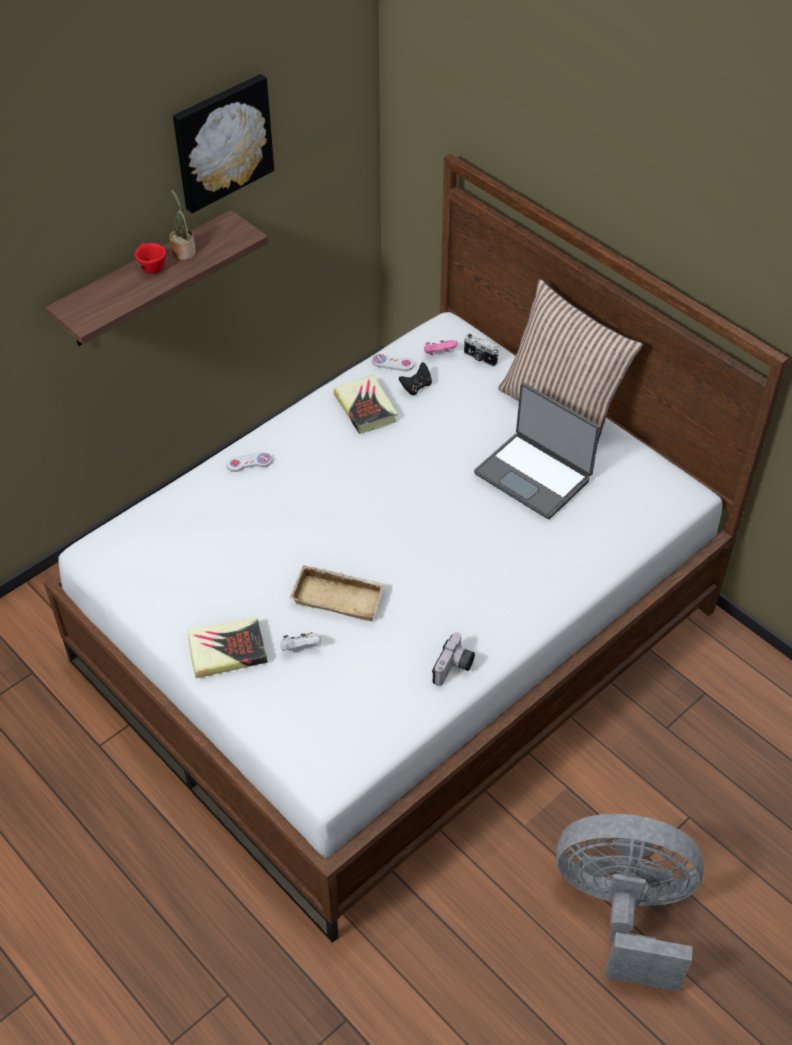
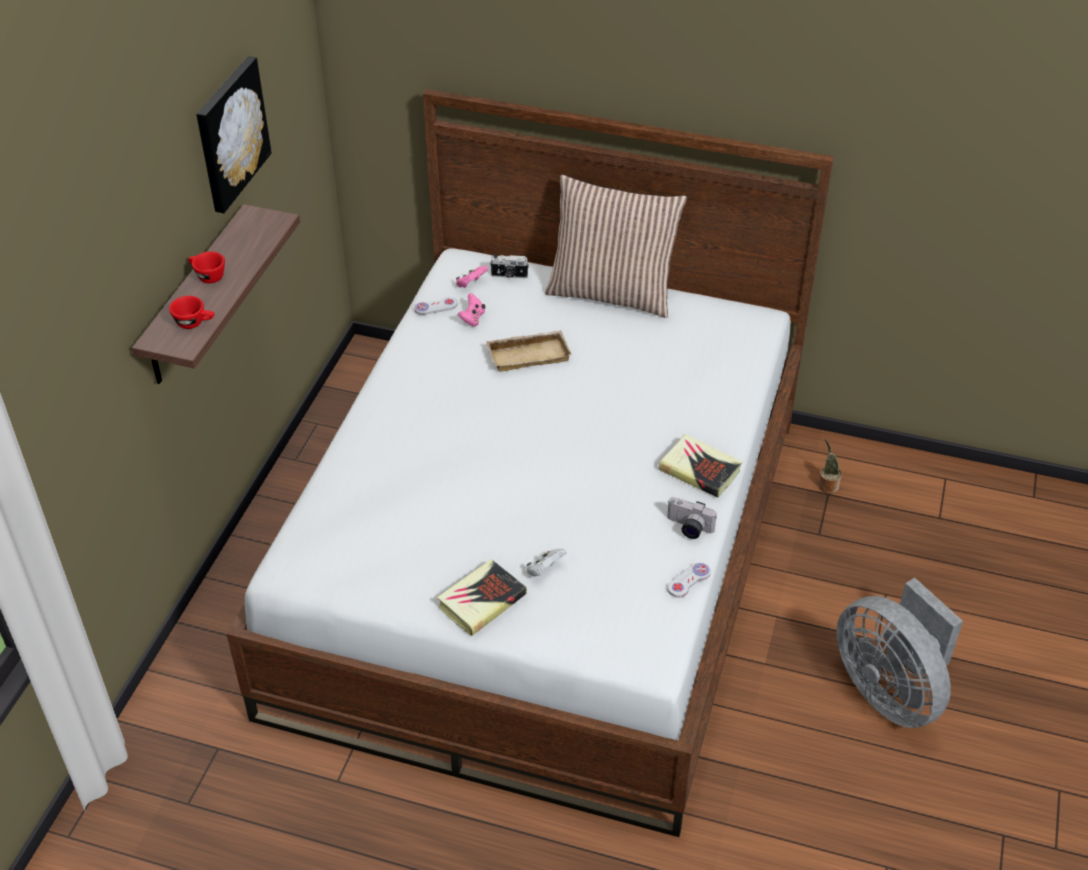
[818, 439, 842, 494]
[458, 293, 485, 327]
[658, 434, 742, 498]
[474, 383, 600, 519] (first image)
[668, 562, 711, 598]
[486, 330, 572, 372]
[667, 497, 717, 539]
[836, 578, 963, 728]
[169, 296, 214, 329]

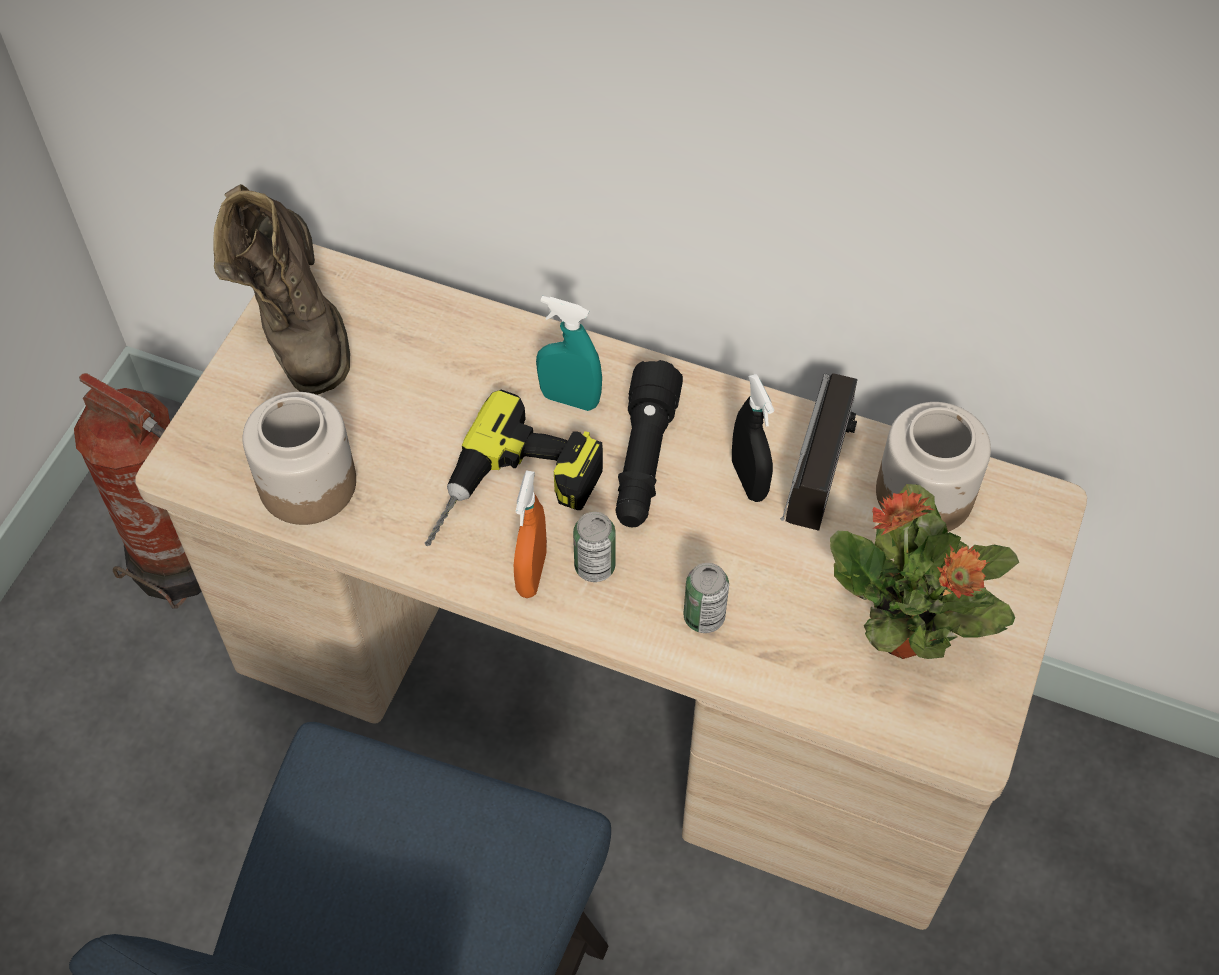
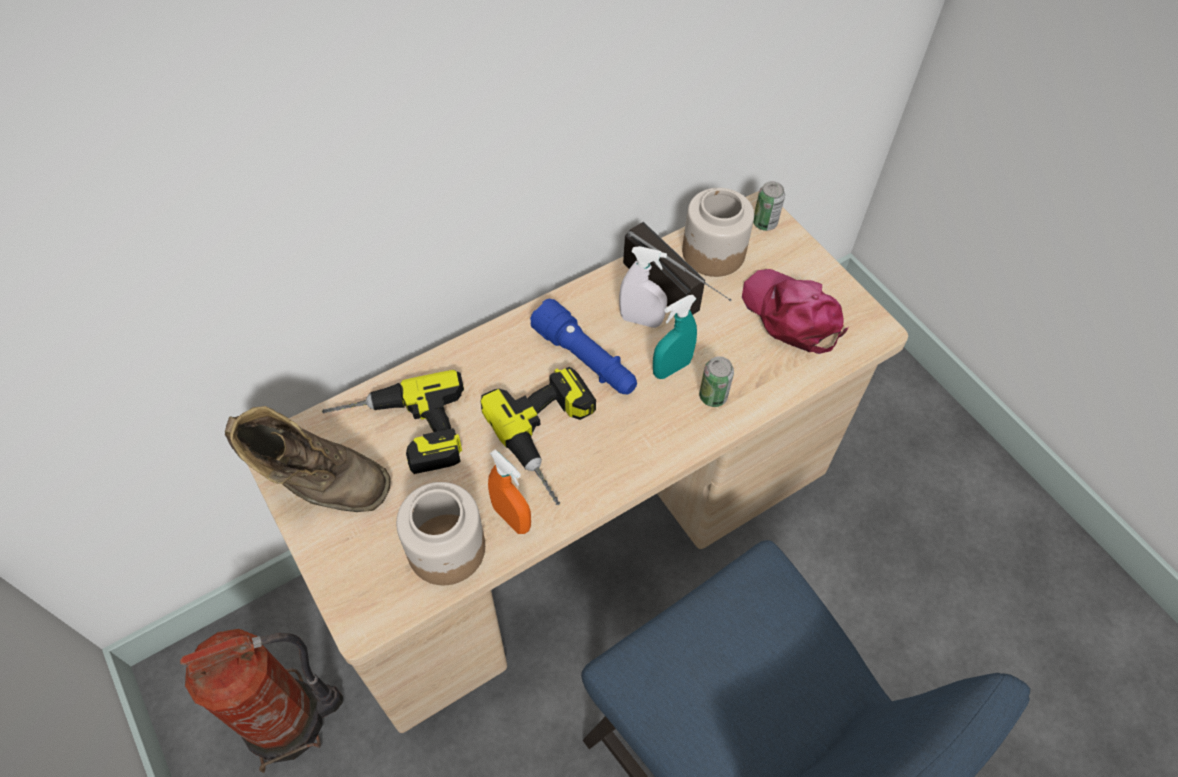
[653, 295, 697, 379]
[530, 299, 637, 394]
[619, 246, 667, 328]
[488, 450, 531, 534]
[742, 269, 849, 354]
[753, 181, 785, 231]
[322, 370, 464, 474]

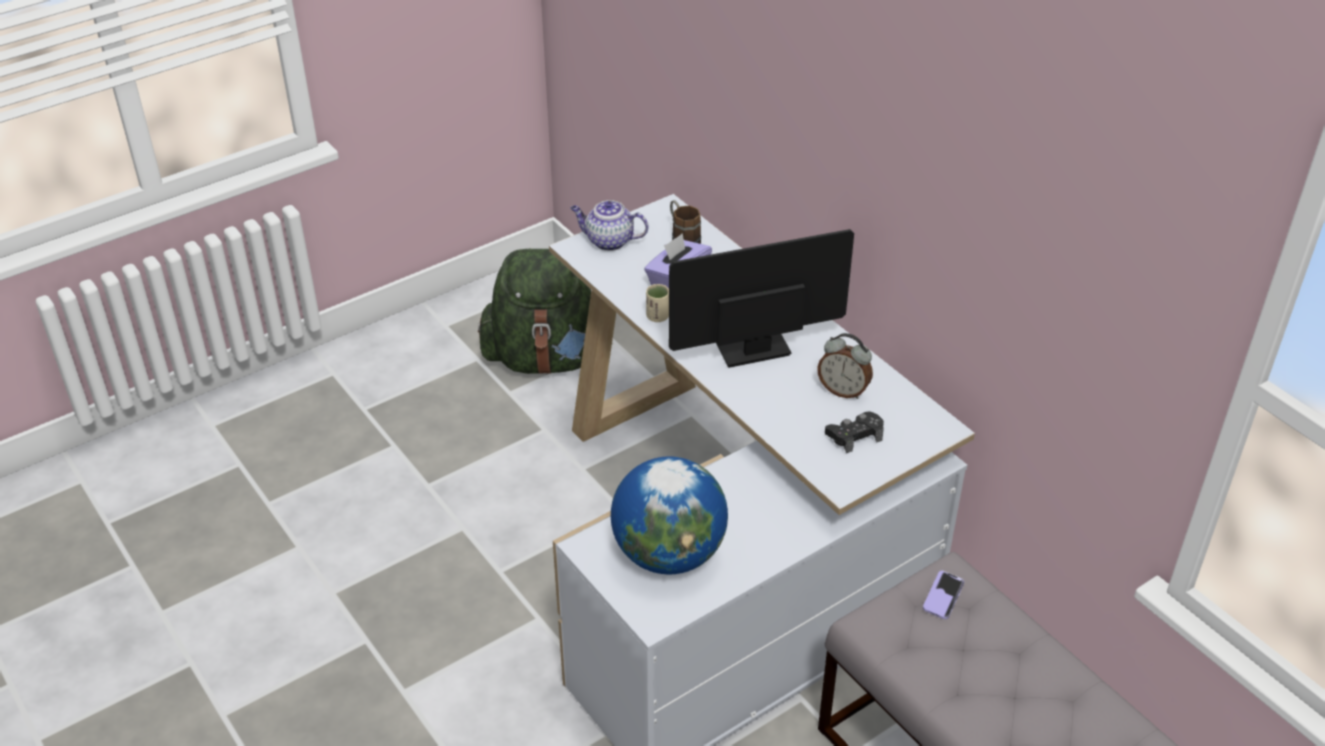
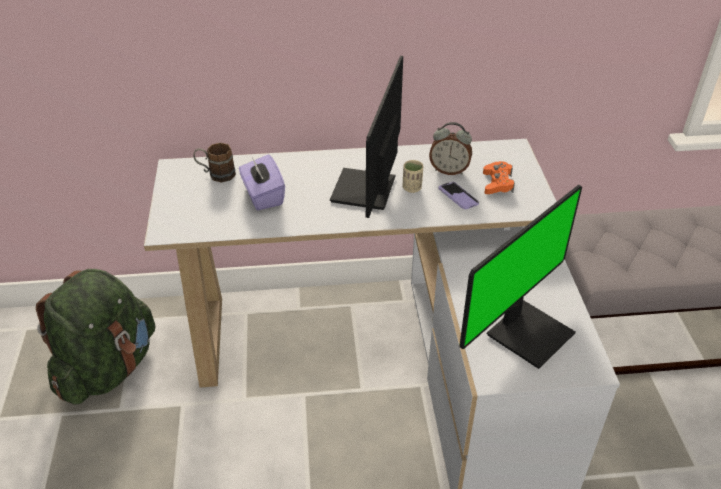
[570, 200, 649, 251] (first image)
[402, 160, 423, 193]
[429, 122, 472, 175]
[483, 161, 515, 194]
[459, 185, 582, 369]
[438, 182, 479, 209]

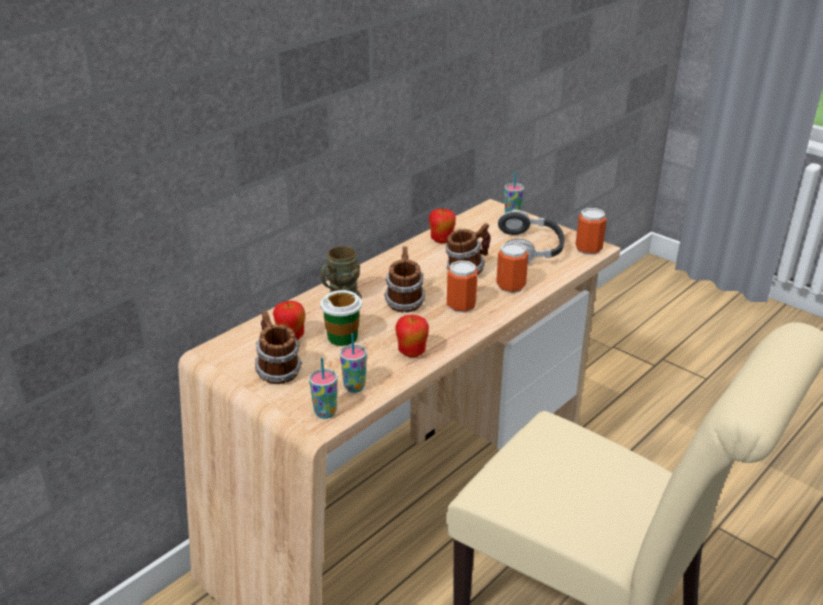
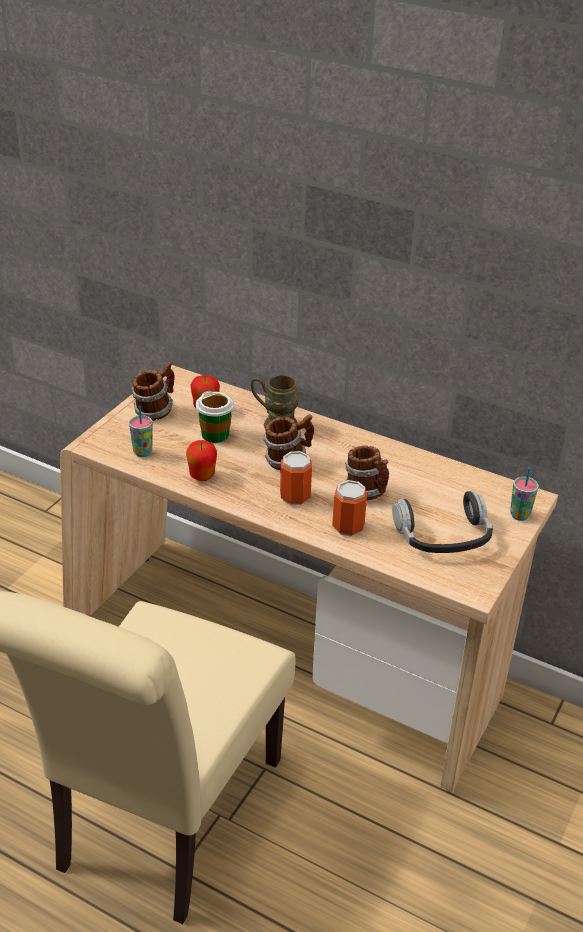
[576, 208, 607, 255] (first image)
[429, 209, 456, 243] (first image)
[309, 358, 337, 419] (first image)

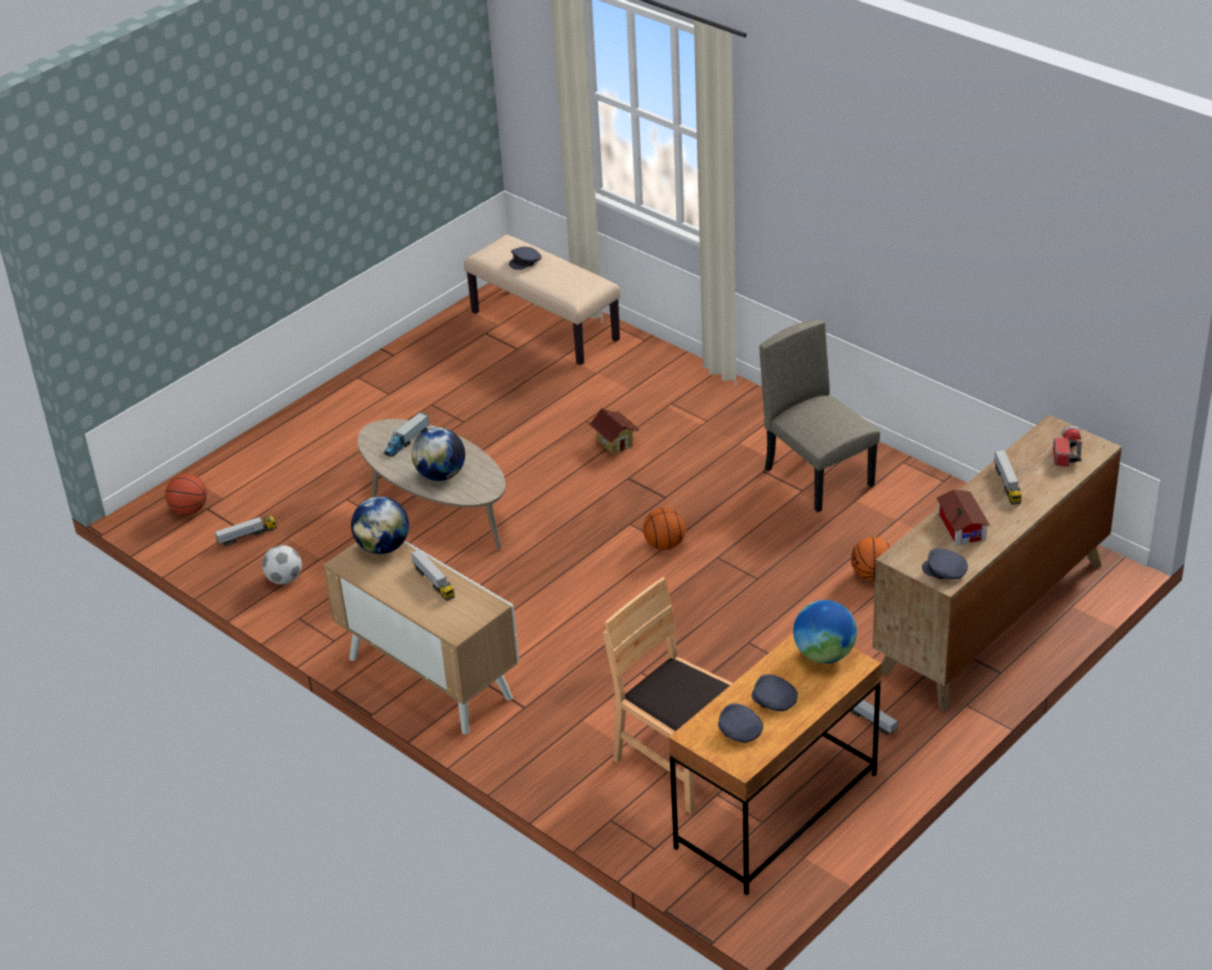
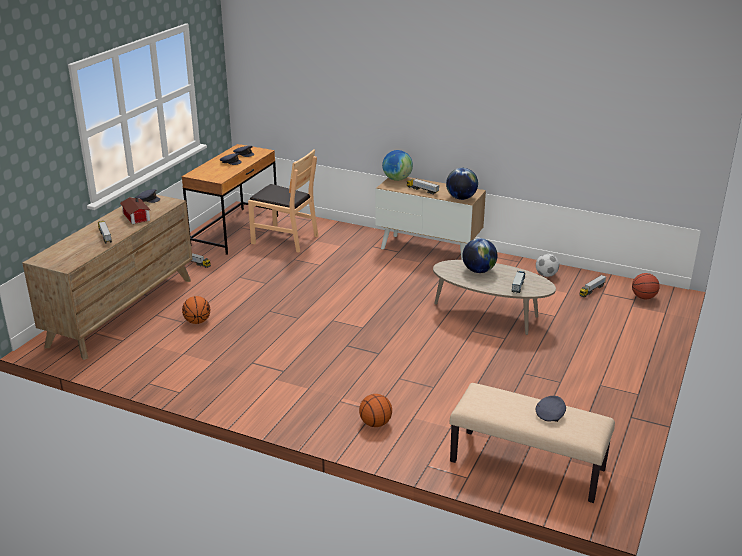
[760, 319, 880, 512] (first image)
[589, 408, 640, 455] (first image)
[1053, 426, 1082, 467] (first image)
[359, 394, 392, 427]
[382, 150, 413, 181]

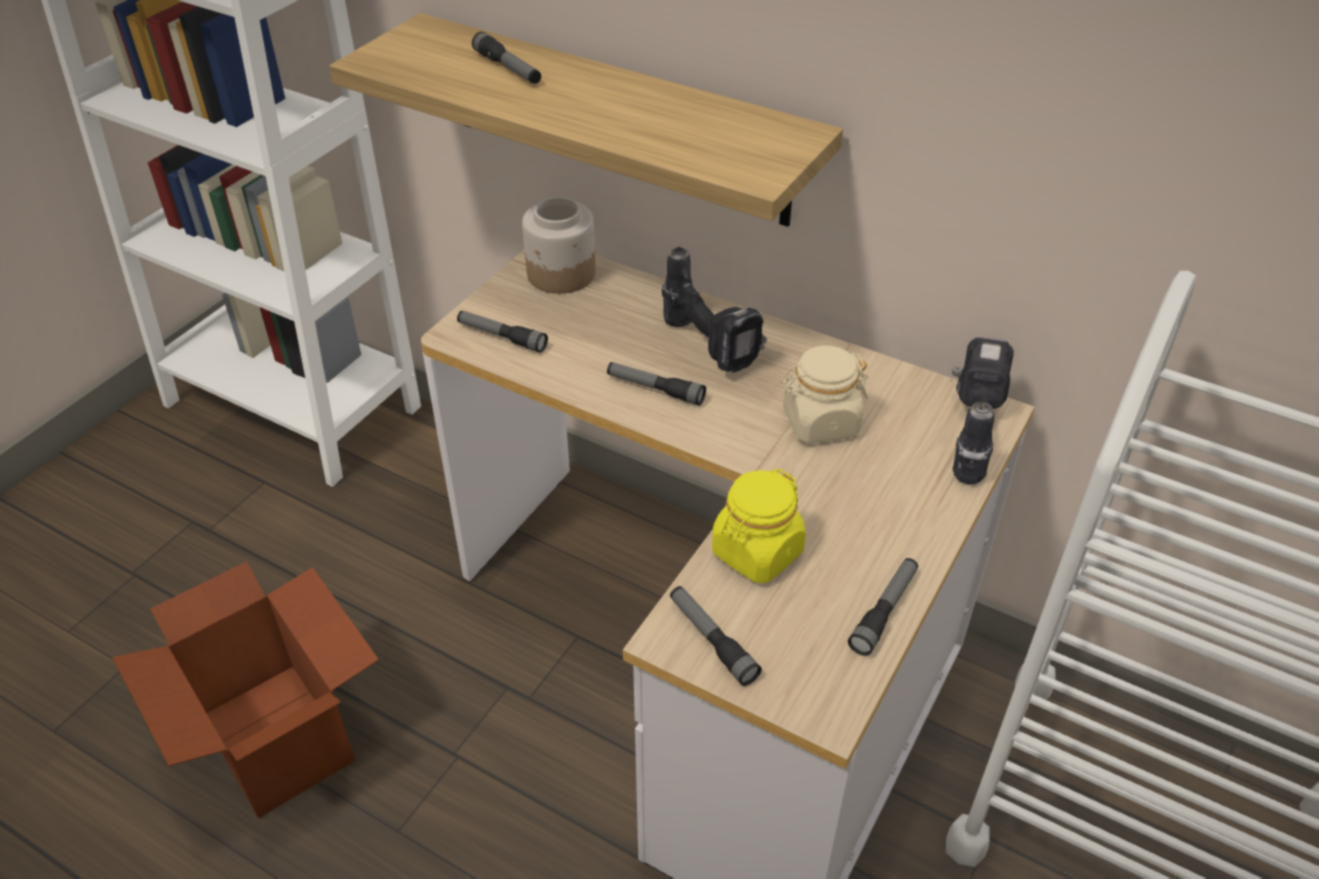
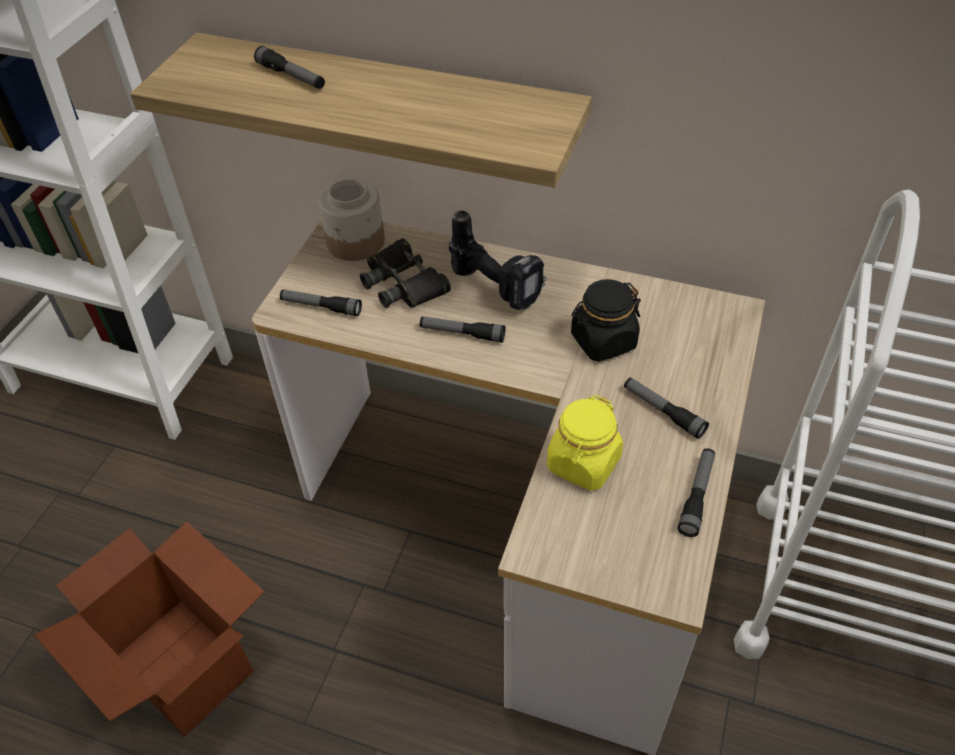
[951, 337, 1014, 484] (first image)
[571, 279, 641, 362]
[624, 378, 709, 439]
[360, 238, 451, 308]

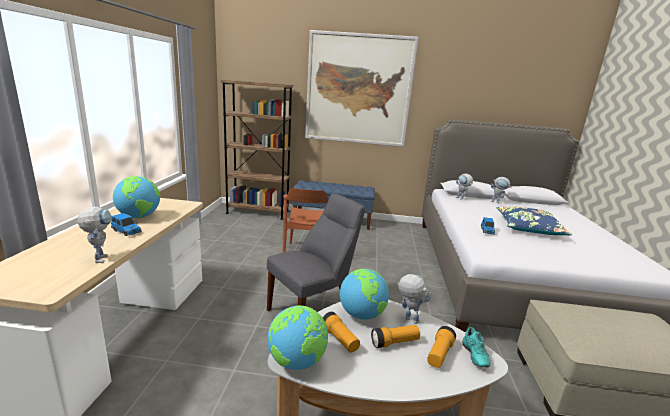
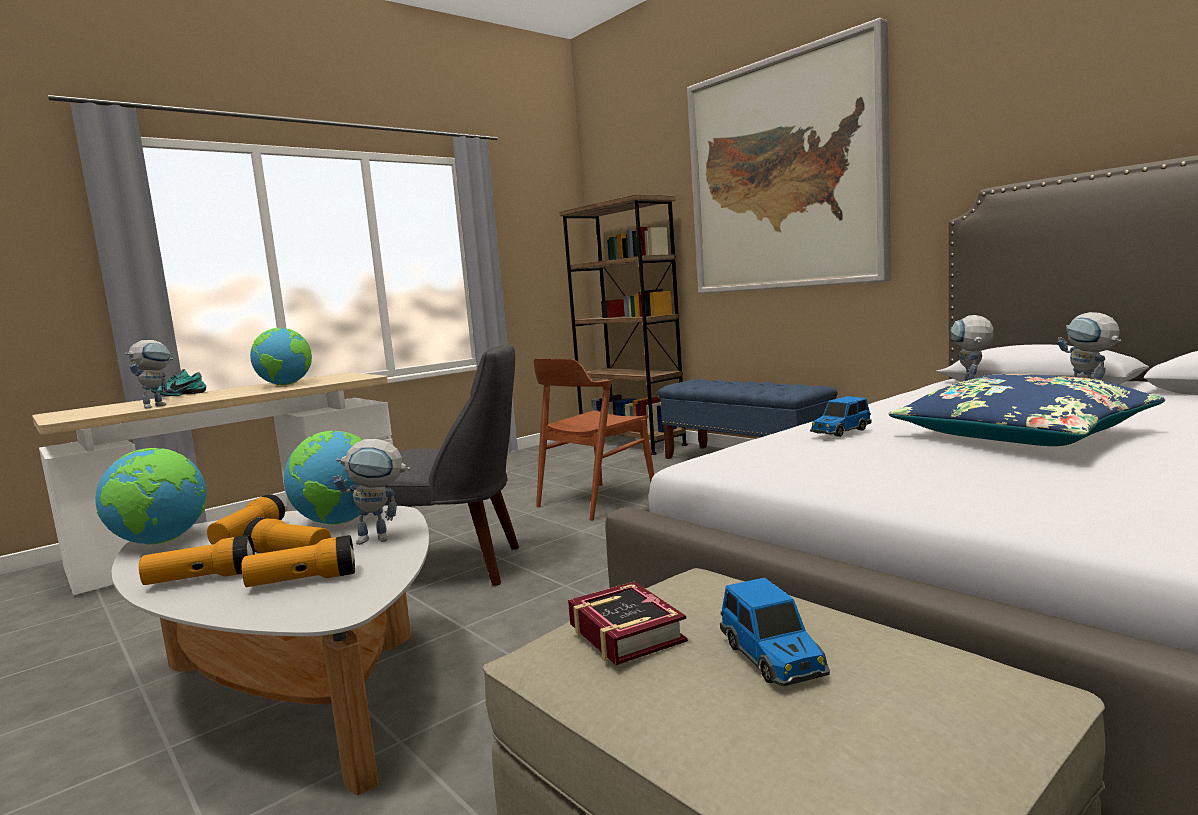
[720, 578, 830, 686]
[334, 439, 410, 545]
[151, 369, 206, 396]
[139, 535, 255, 585]
[568, 582, 688, 665]

